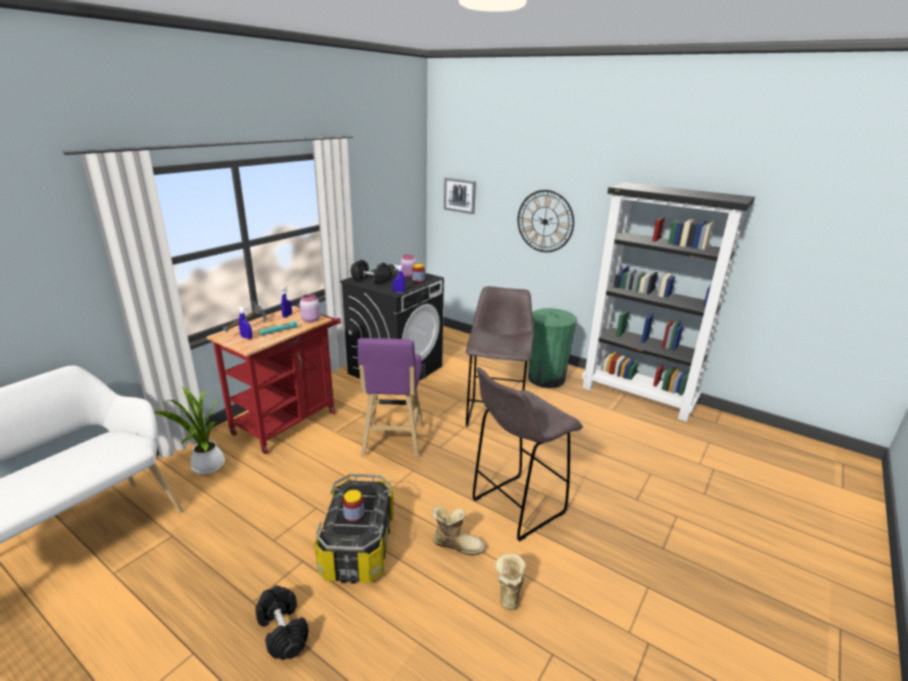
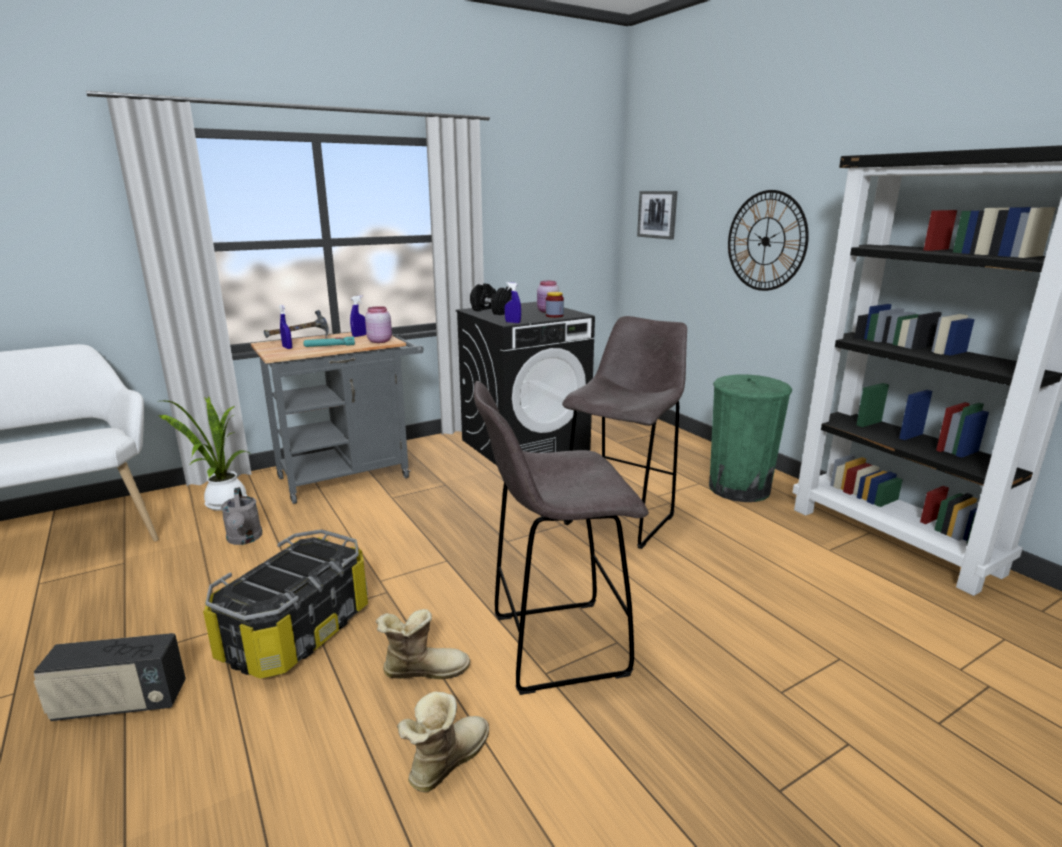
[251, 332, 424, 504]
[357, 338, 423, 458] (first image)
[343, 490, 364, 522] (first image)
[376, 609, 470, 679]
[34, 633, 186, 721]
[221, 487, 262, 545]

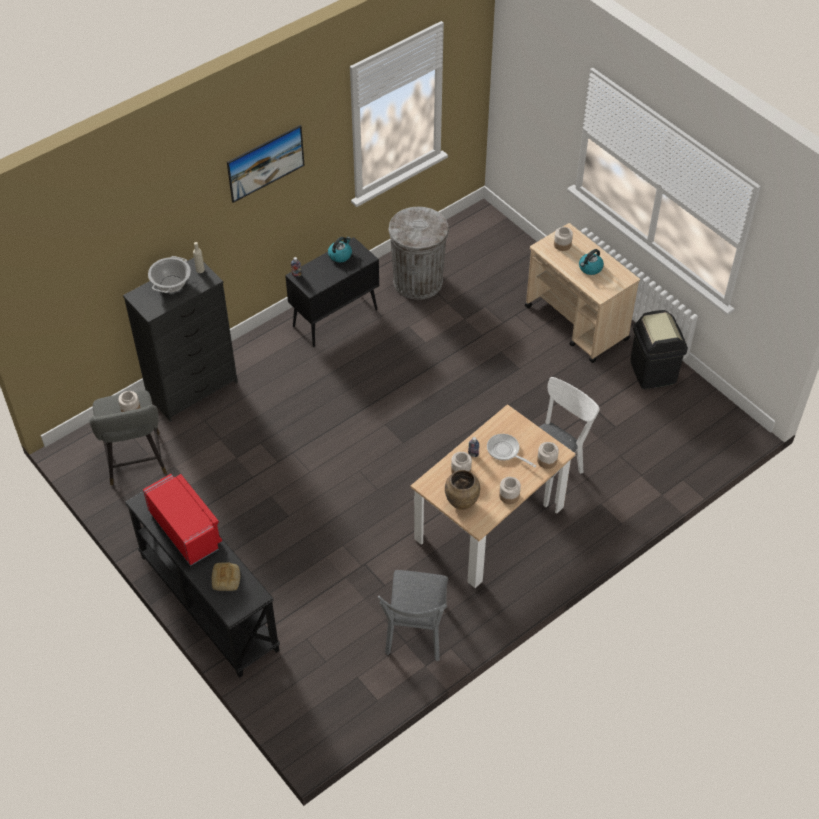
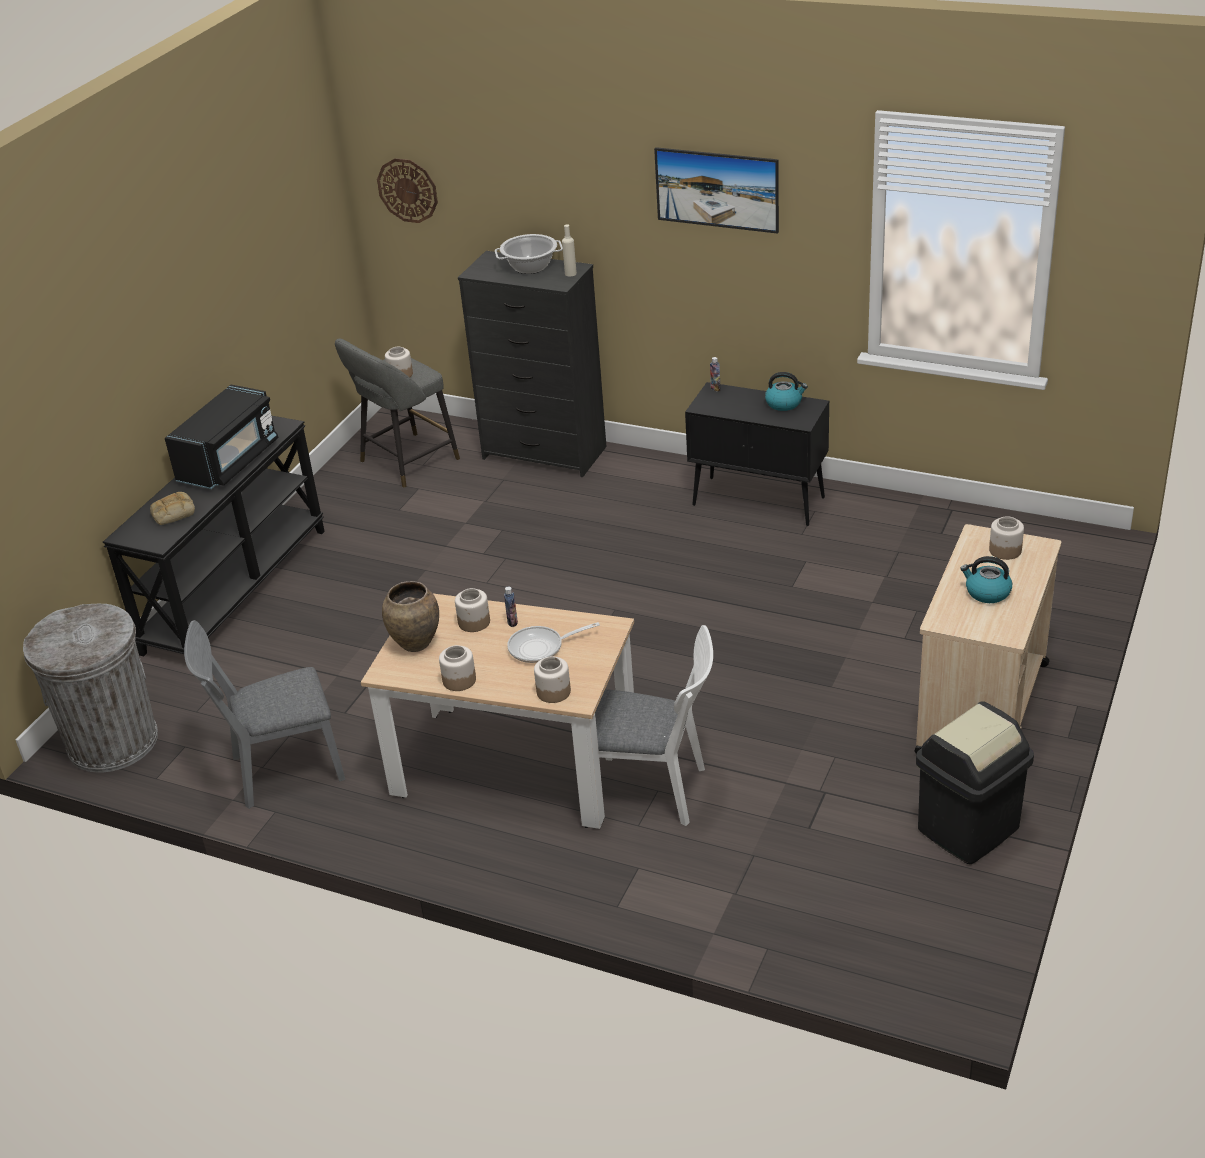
[23, 604, 158, 772]
[507, 622, 600, 663]
[165, 385, 278, 489]
[377, 158, 438, 223]

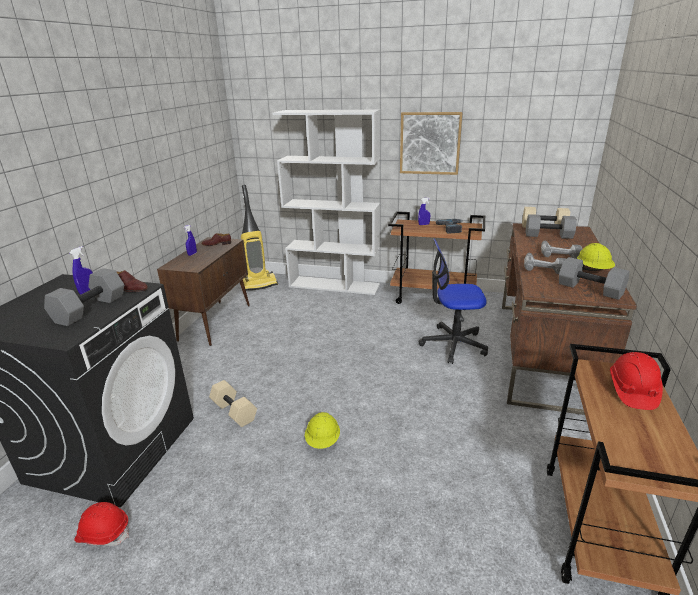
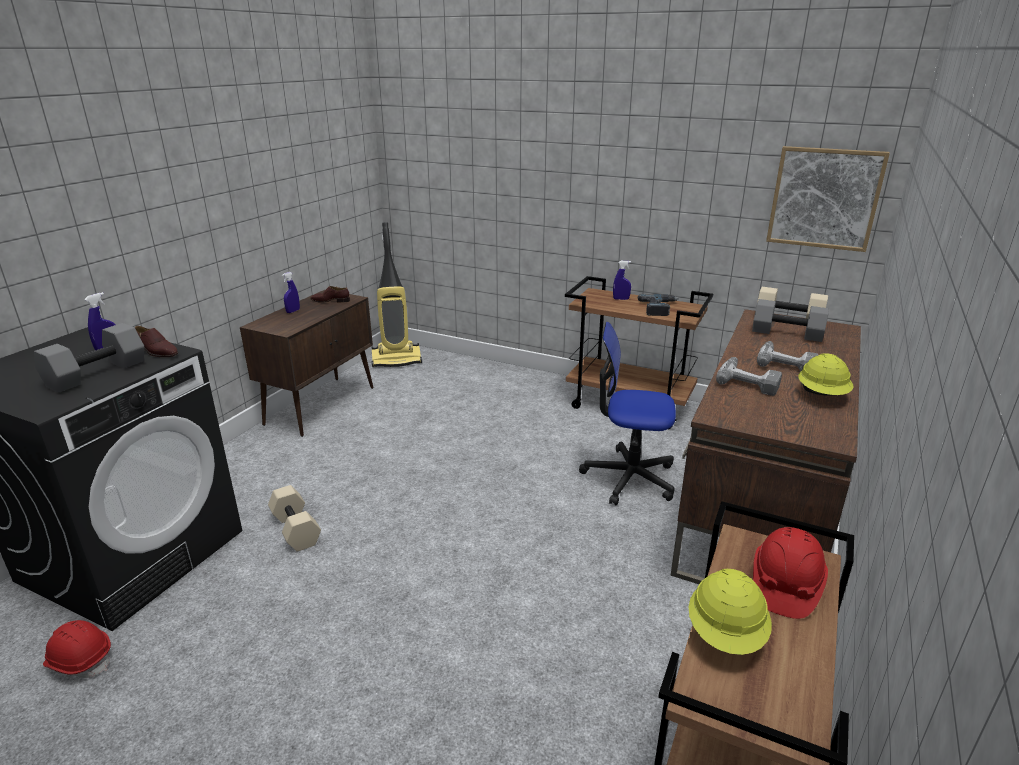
[272, 110, 380, 295] (first image)
[766, 146, 890, 252]
[559, 257, 630, 300] (first image)
[689, 569, 772, 655]

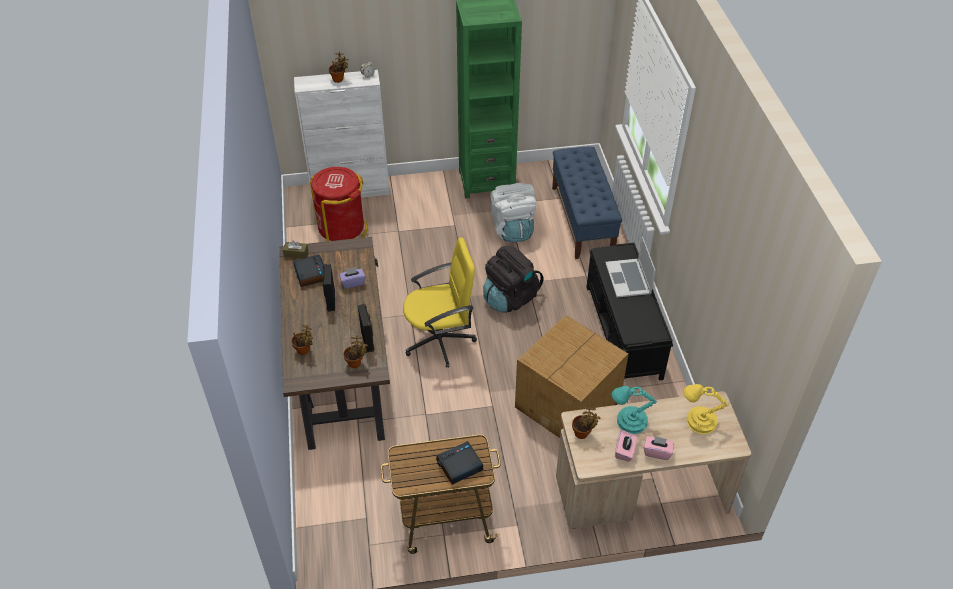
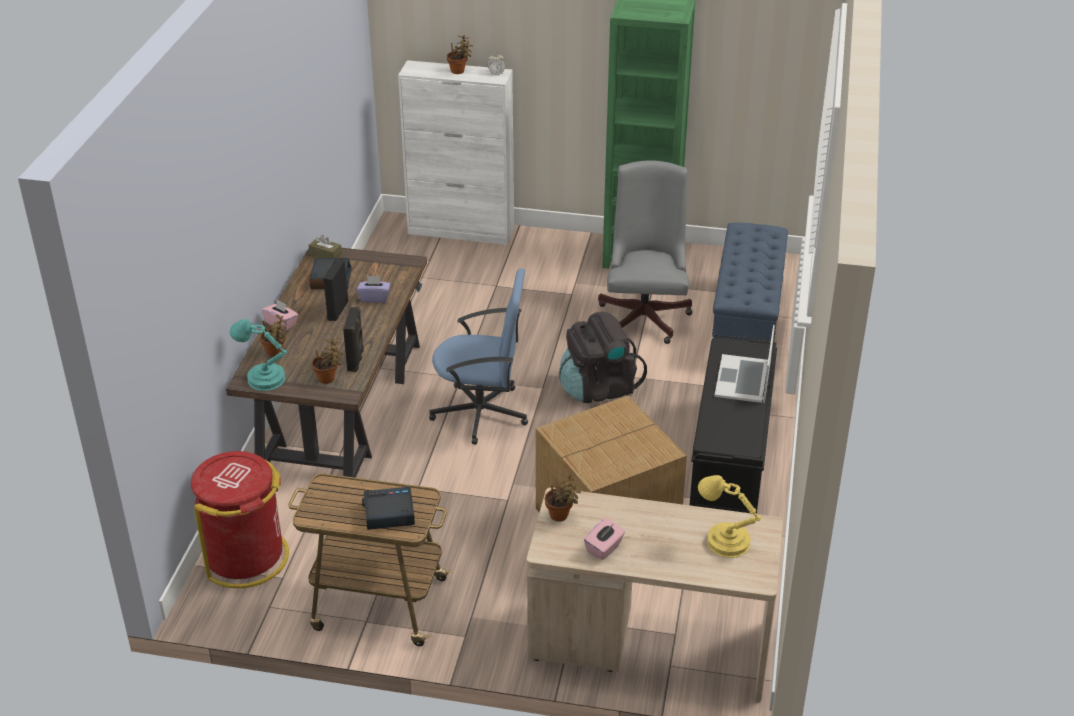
[191, 451, 289, 588]
[598, 160, 693, 344]
[429, 268, 528, 445]
[230, 319, 287, 391]
[262, 300, 299, 332]

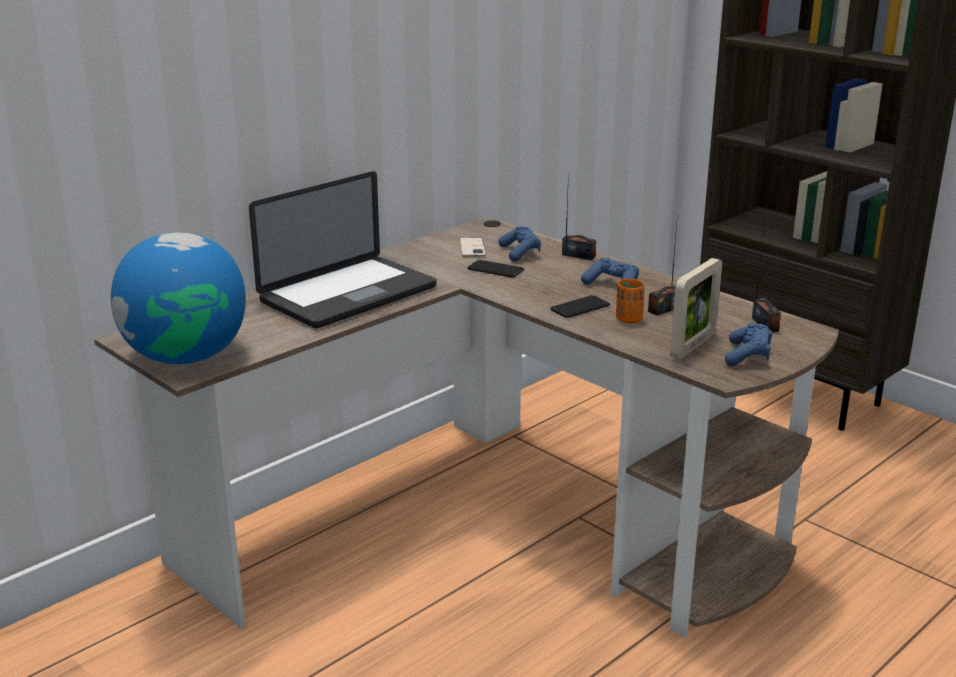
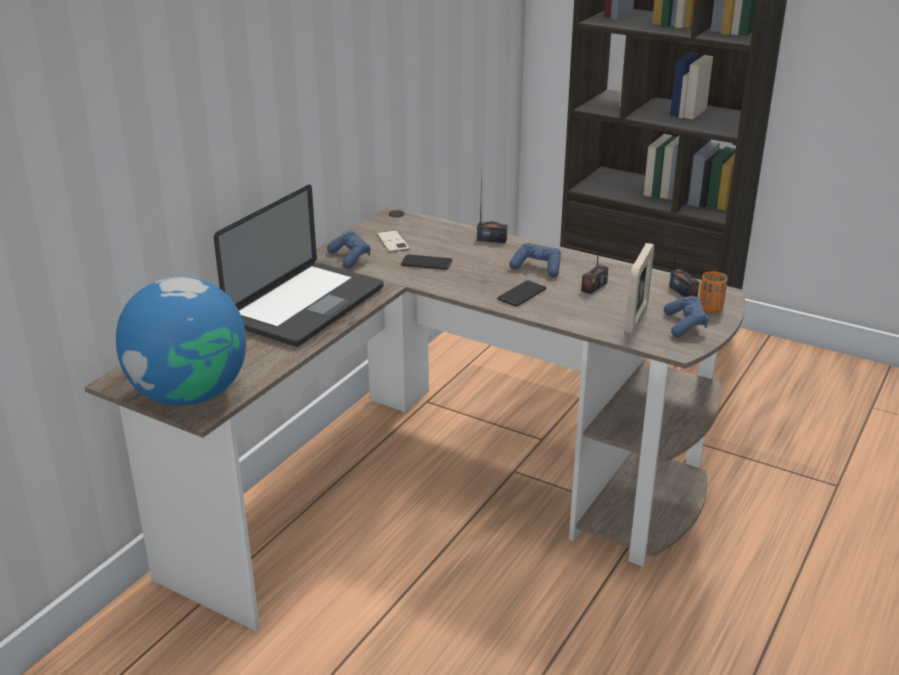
[327, 231, 371, 268]
[699, 271, 728, 312]

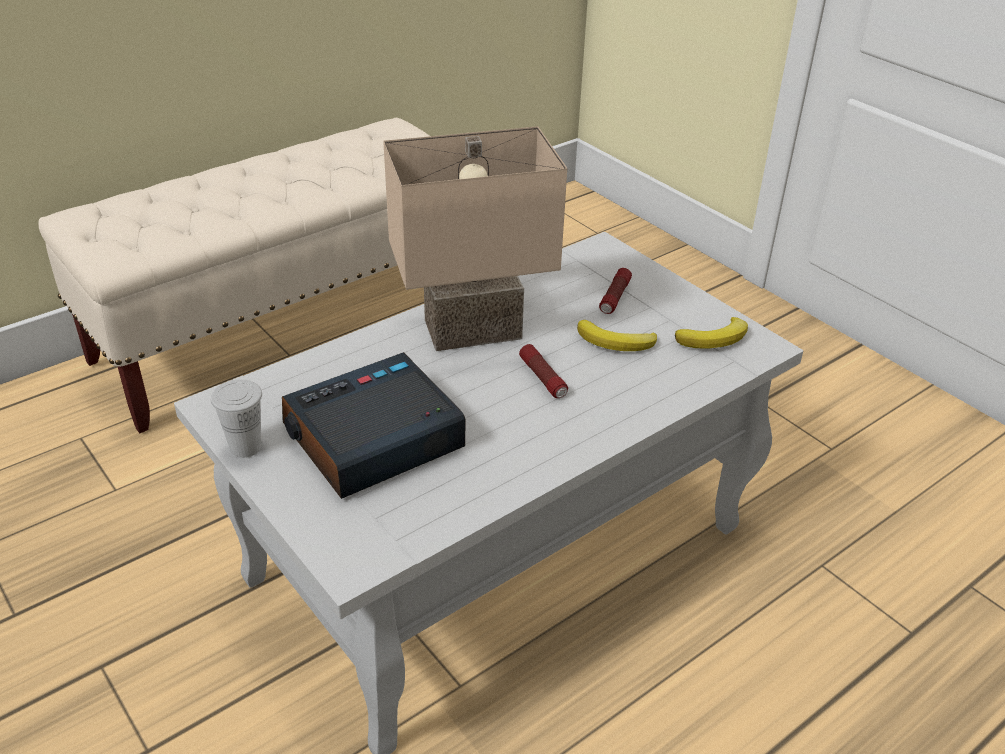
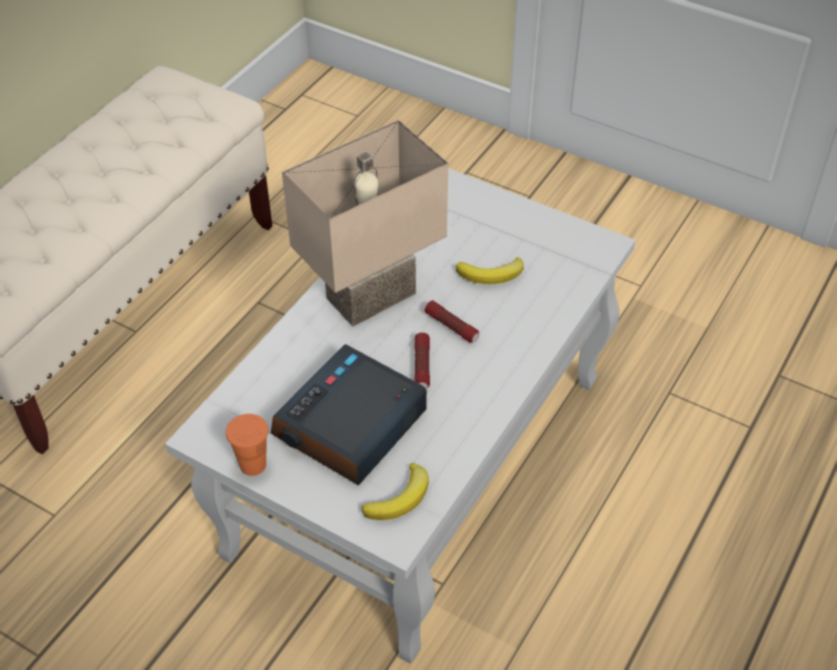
[414, 333, 430, 389]
[362, 463, 429, 520]
[226, 414, 268, 476]

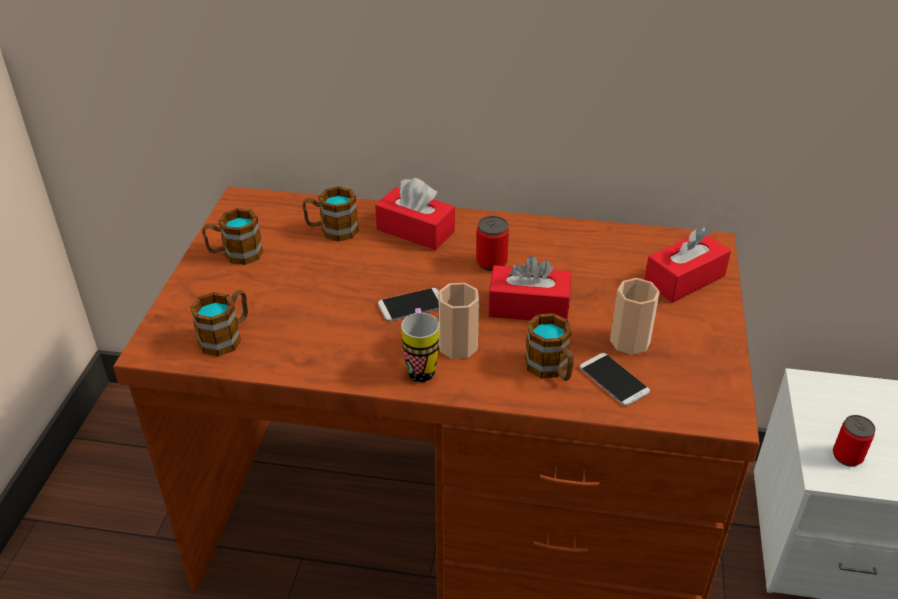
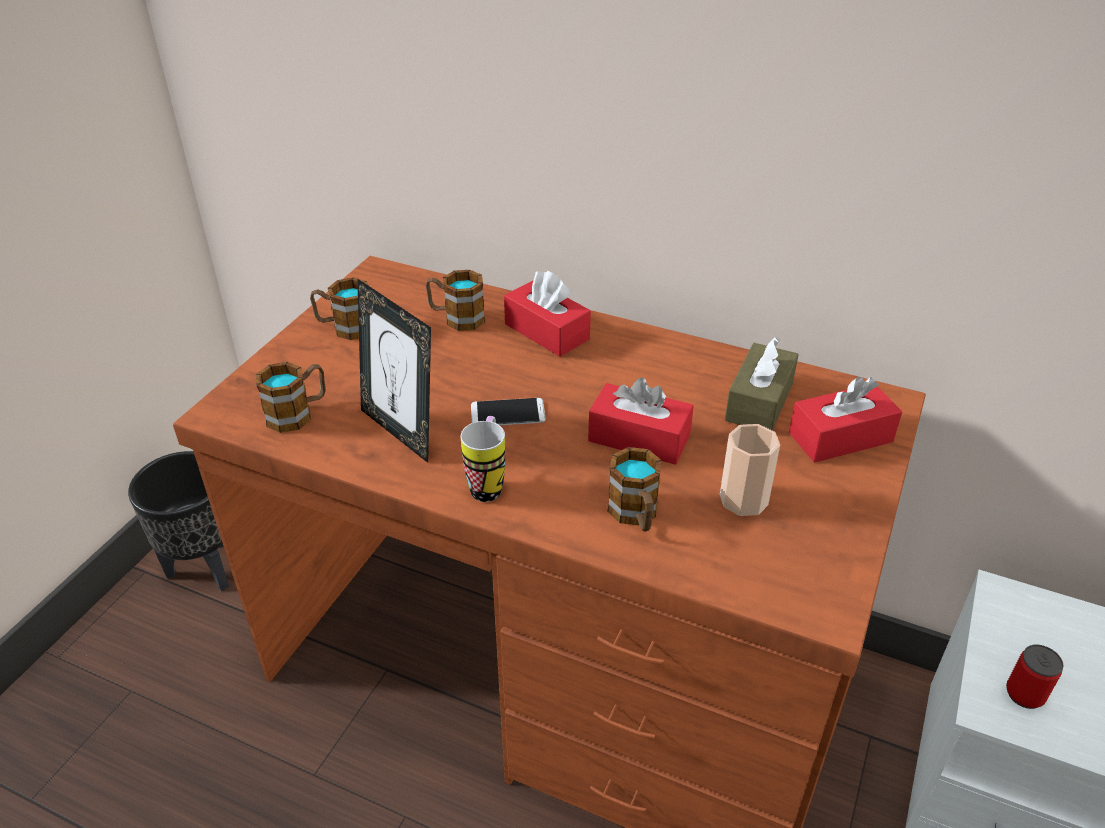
[476, 216, 509, 271] (first image)
[439, 283, 479, 359] (first image)
[580, 353, 650, 406] (first image)
[357, 279, 431, 463]
[725, 337, 799, 431]
[128, 451, 229, 591]

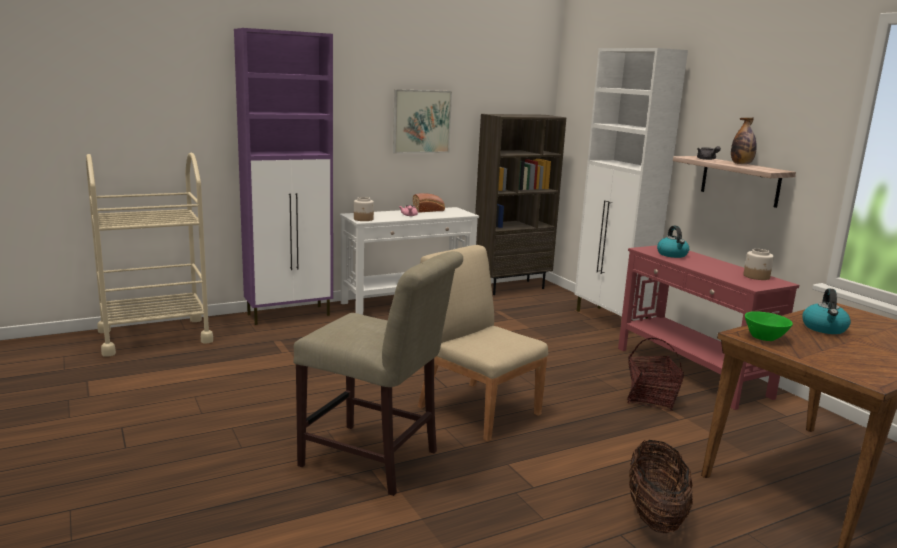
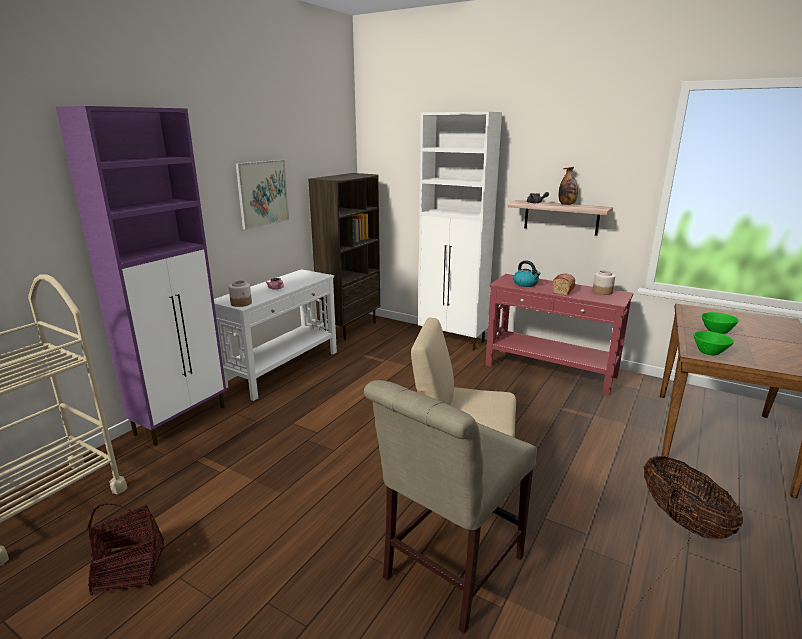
[553, 274, 575, 296]
[364, 380, 537, 634]
[702, 312, 739, 334]
[87, 504, 164, 596]

